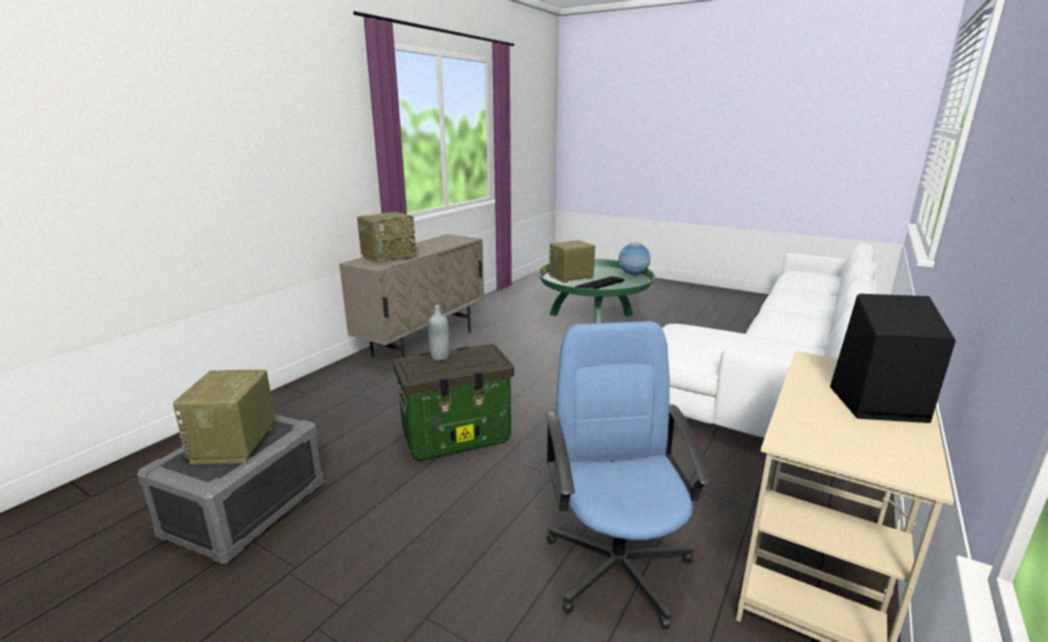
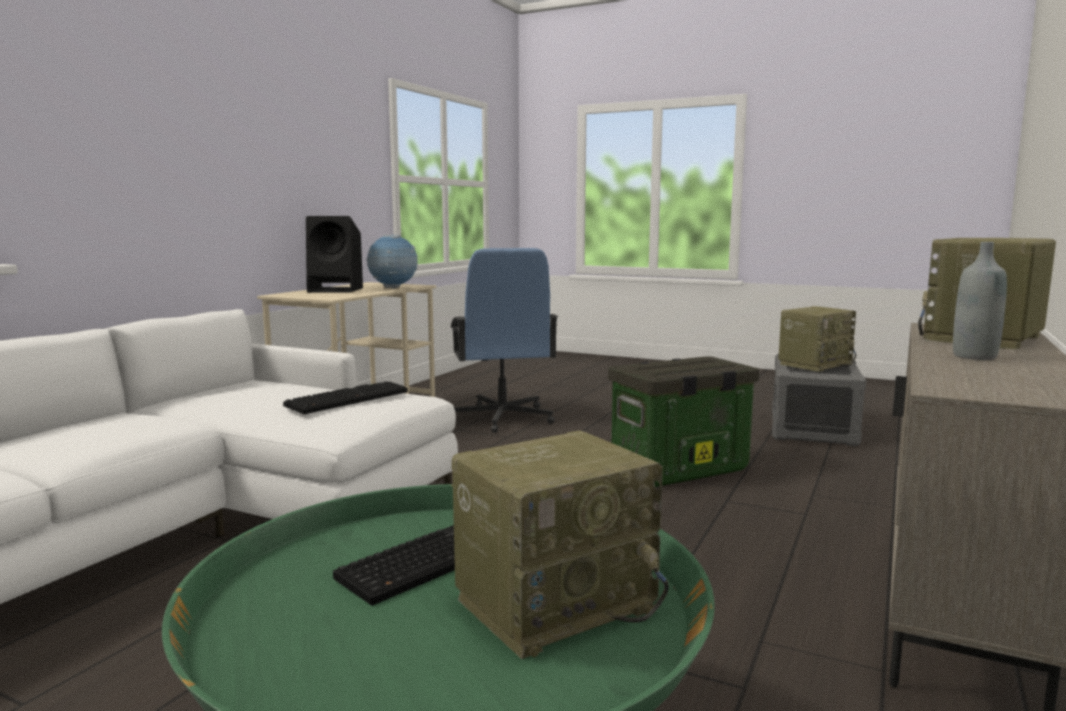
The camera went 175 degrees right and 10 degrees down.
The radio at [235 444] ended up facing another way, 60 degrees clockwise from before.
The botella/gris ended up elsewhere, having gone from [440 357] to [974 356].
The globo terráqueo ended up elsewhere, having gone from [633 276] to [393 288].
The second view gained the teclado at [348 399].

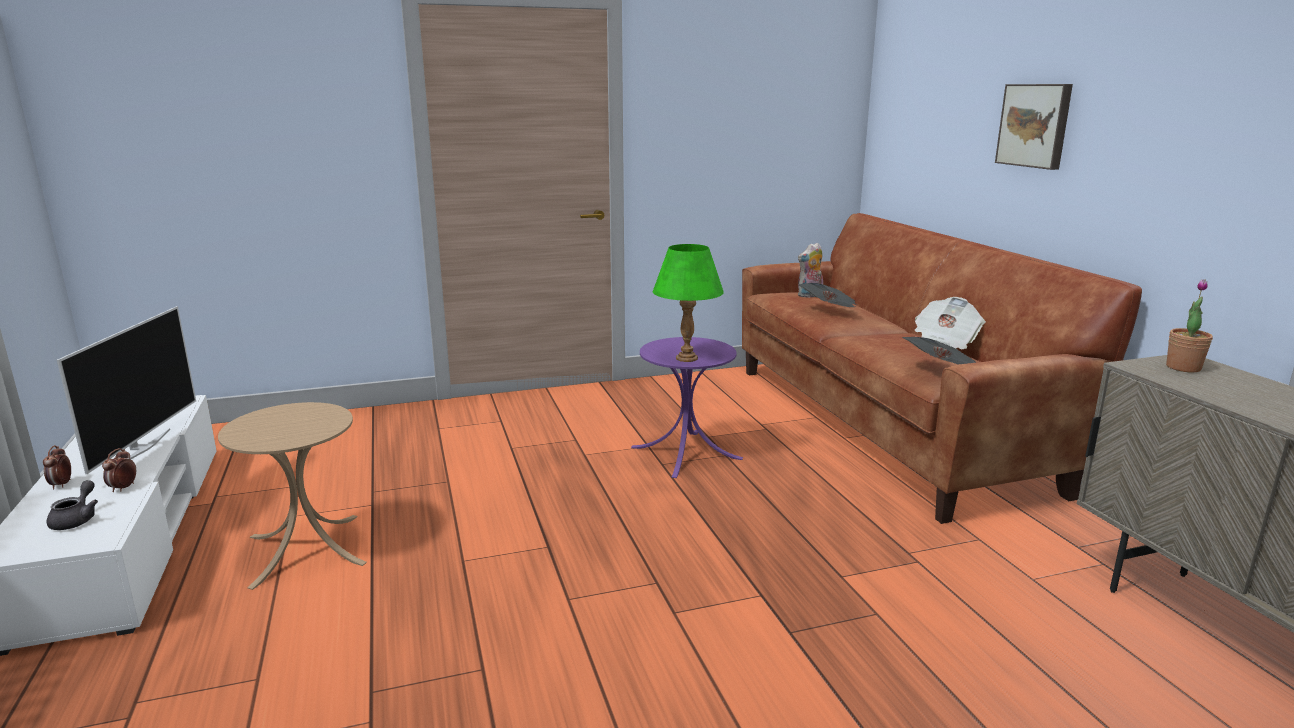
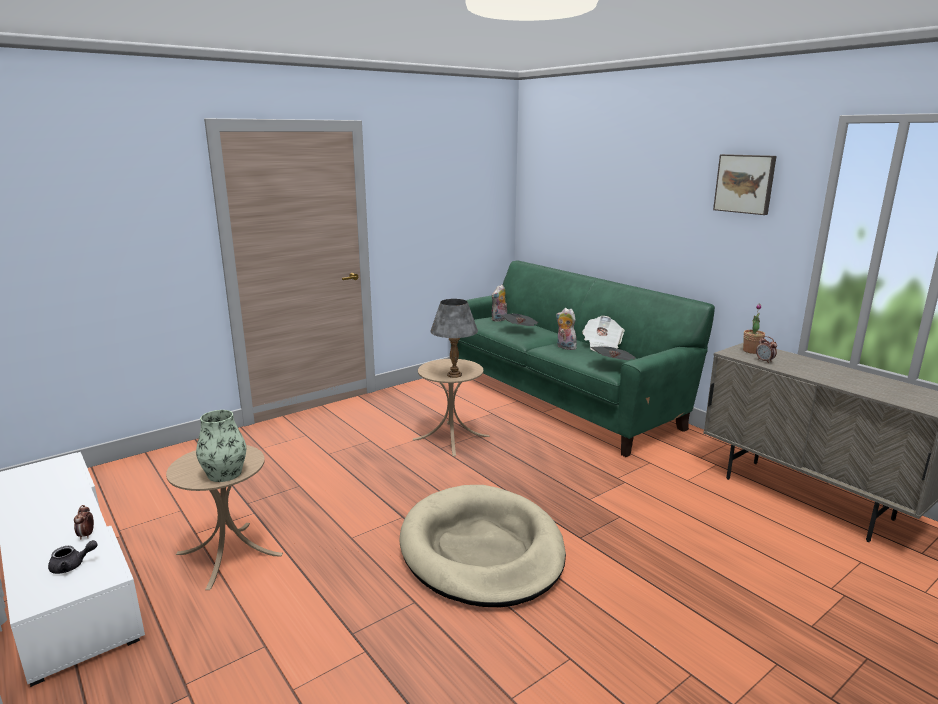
The camera went 20 degrees left and 0 degrees up.
The despertador ended up elsewhere, having gone from [61 485] to [764 361].
The tetera/gris at [77 519] ended up facing another way, 90 degrees clockwise from before.
The second view lost the televisor at [141 448].
What was the mesa auxiliar/morado at [686 453] turned into the mesa auxiliar/beis at [451 437].
What was the lámpara de mesa/verde at [687 358] turned into the lámpara de mesa/gris at [454 374].
What was the sofá/marrón at [882 424] turned into the sofá/verde at [560 399].
The cuadro ended up elsewhere, having gone from [1035 125] to [745 183].
The second view gained the florero at [224 473].
The second view gained the cama para perro/beis at [482 550].
The second view gained the peluche at [565 347].

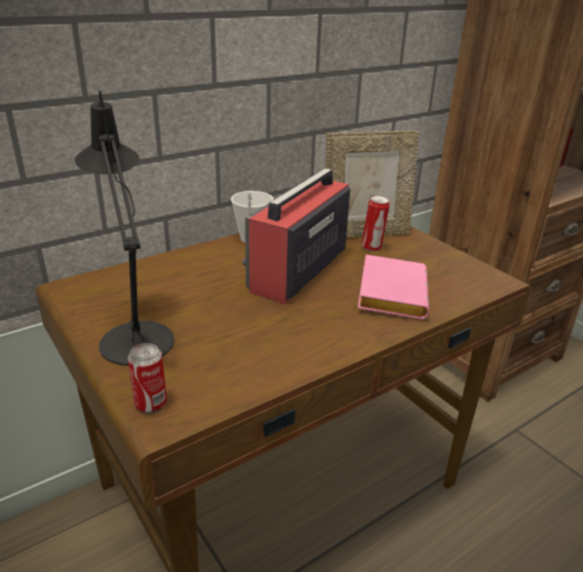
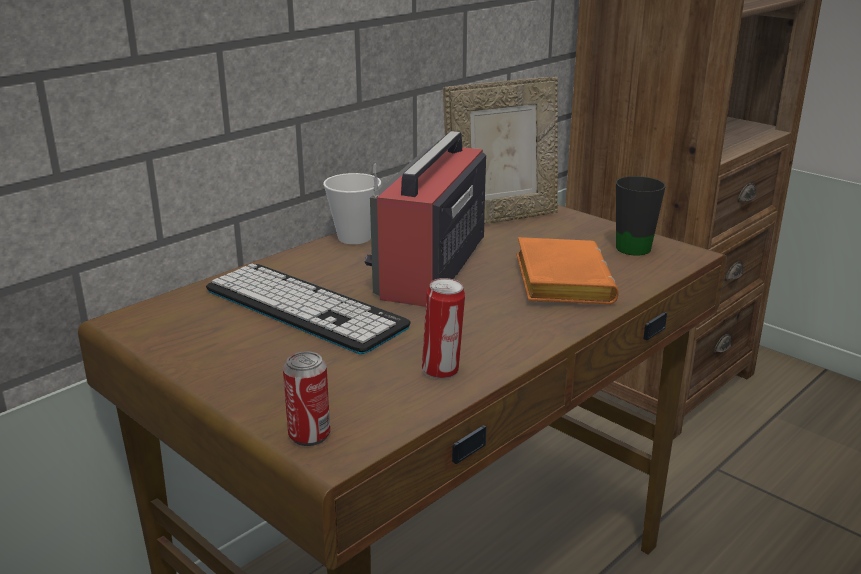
The camera went 10 degrees left and 5 degrees down.
The second view lost the lámpara de mesa/negro at [135 336].
What was the libro/rosa at [389 292] turned into the libro/naranja at [558 280].
The lata ended up elsewhere, having gone from [372 247] to [442 371].
The second view gained the teclado at [304 308].
The second view gained the taza grande/negro at [638 245].

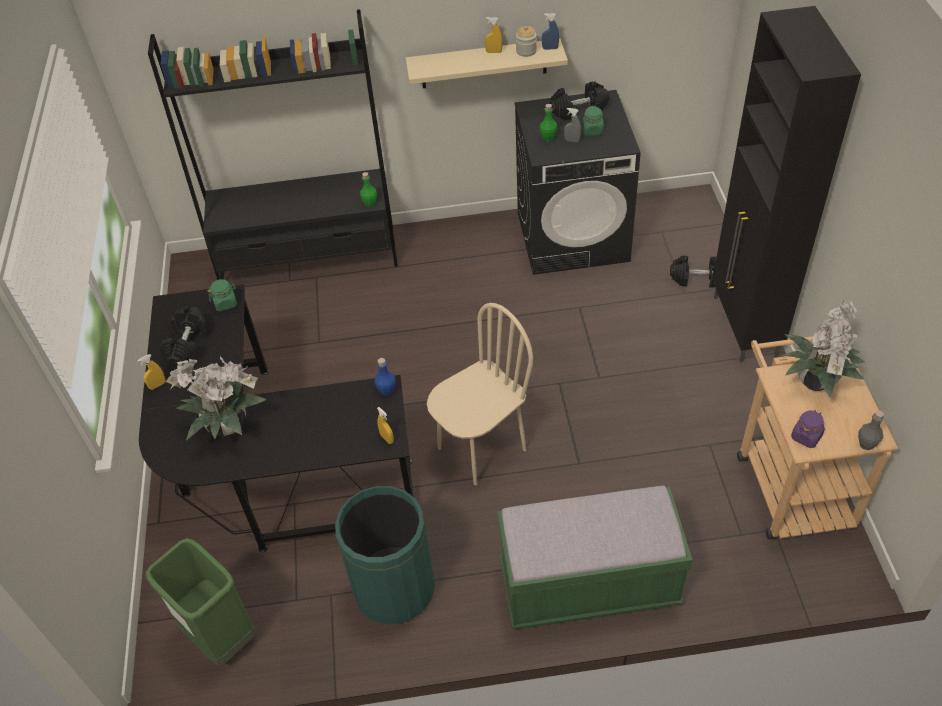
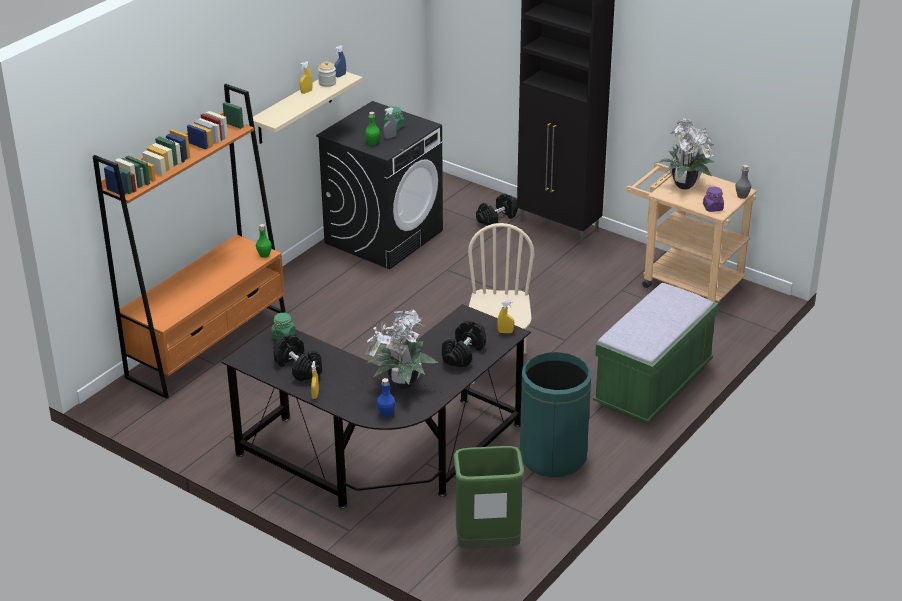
The camera went 50 degrees left and 15 degrees down.
What was the estantería/negro at [309 258] turned into the estantería/naranja at [208 345].
The botella/azul ended up elsewhere, having gone from [387 390] to [386 413].
The mancuerna/negro ended up elsewhere, having gone from [578 110] to [463 353].

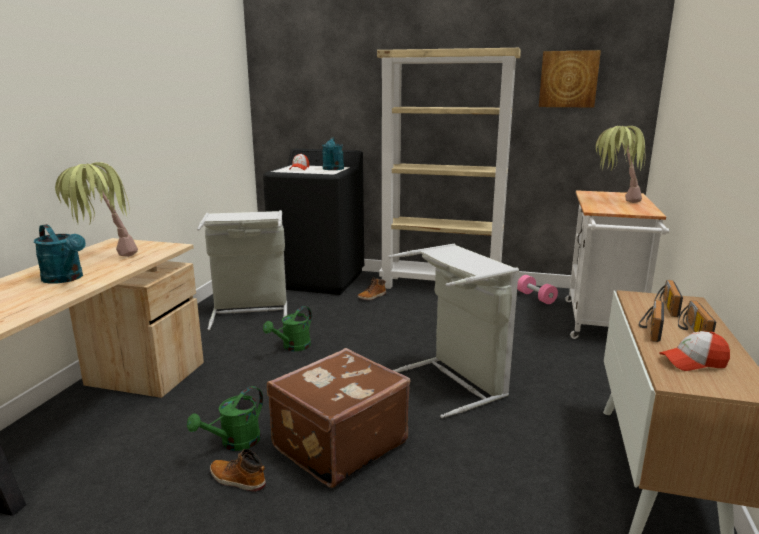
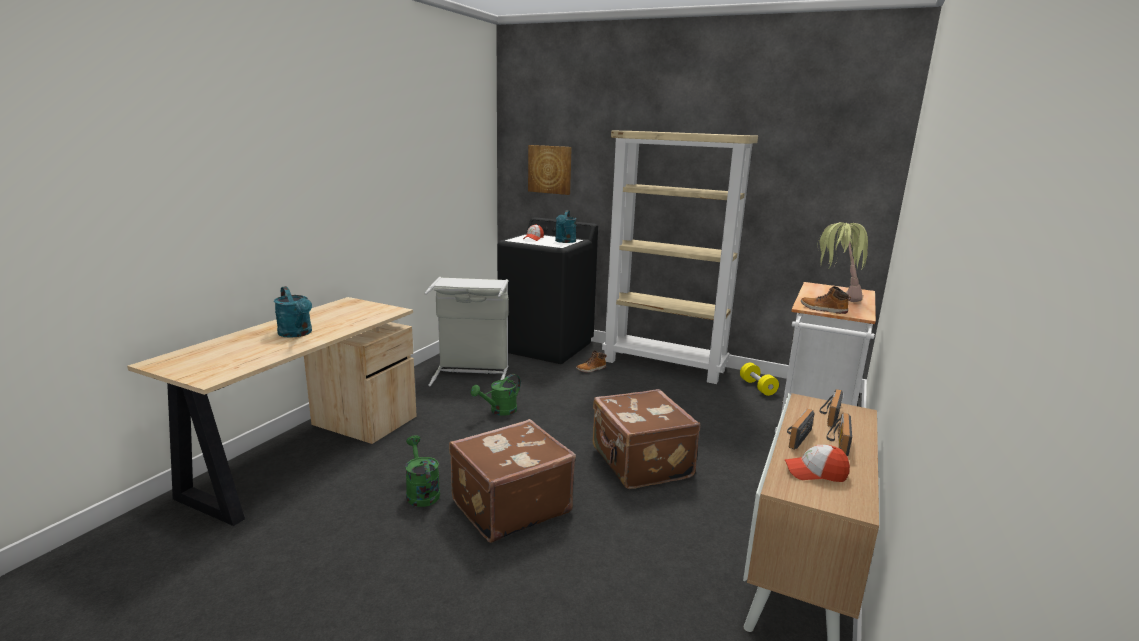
The camera went 10 degrees right and 0 degrees up.
The second view lost the planta en maceta at [103 258].
The regadera/verde at [234 443] ended up facing another way, 105 degrees clockwise from before.
The bota ended up elsewhere, having gone from [237 480] to [823 309].
Where the cesto de la ropa/gris stood at [456 382], the maleta/marrón came to stand at [639 463].
What was the mancuerna/rosa at [536 297] turned into the mancuerna/amarillo at [757 387].
The cuadro ended up elsewhere, having gone from [568 79] to [550 169].

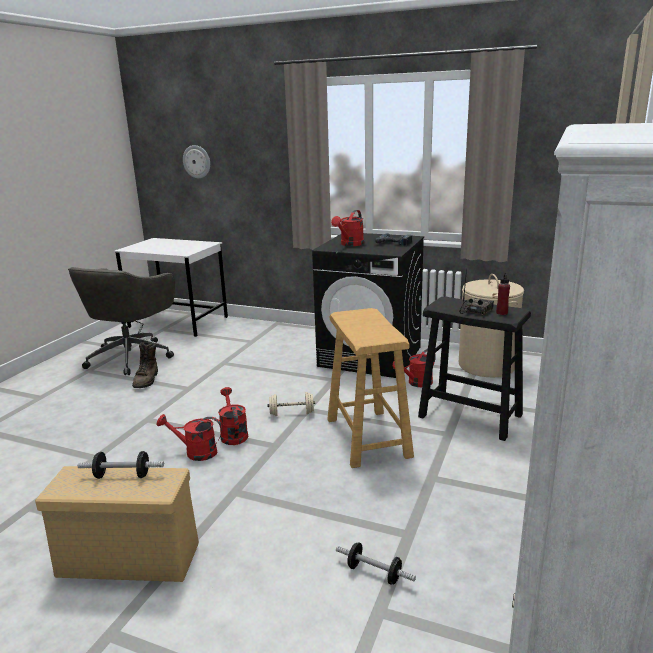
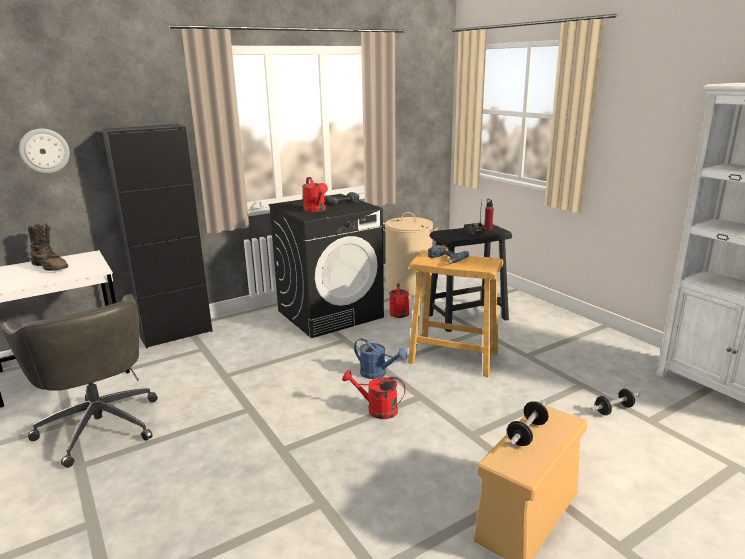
The camera went 55 degrees left and 0 degrees up.
The bota/marrón ended up elsewhere, having gone from [147 380] to [51 267].
The second view lost the regadera/rojo at [195 452].
Where the mancuerna/beis stood at [291 413], the regadera/azul came to stand at [377 374].
The second view gained the armario/negro at [176 334].
The second view gained the taladro at [445 259].

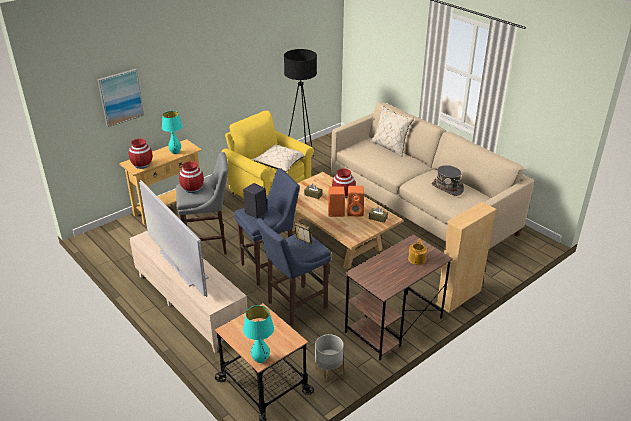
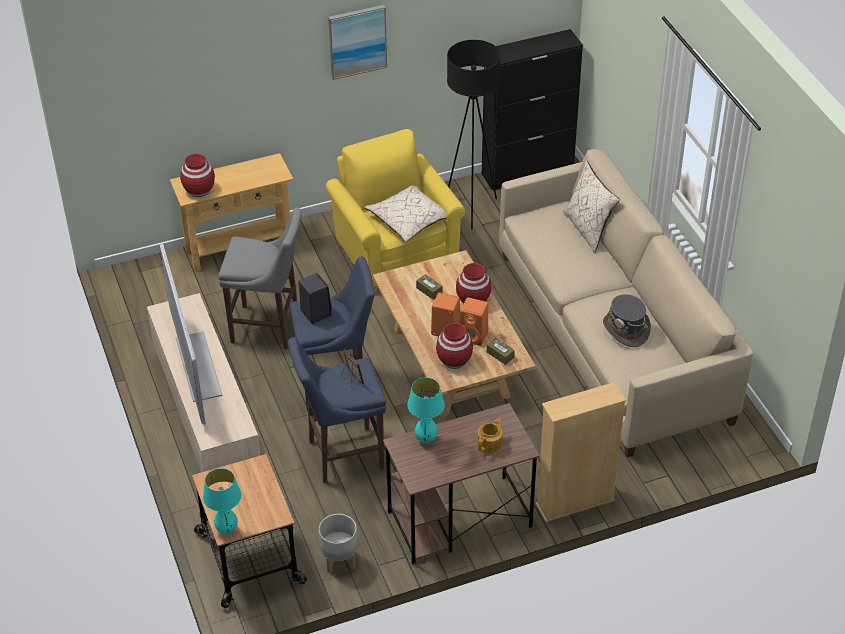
The camera went 20 degrees right and 10 degrees up.
The cuadro ended up elsewhere, having gone from [120 97] to [357 41].
The lámpara de mesa/turquesa ended up elsewhere, having gone from [175 152] to [426 440].
The florero/rojo ended up elsewhere, having gone from [192 189] to [454 360].
The second view gained the armario/negro at [528 172].

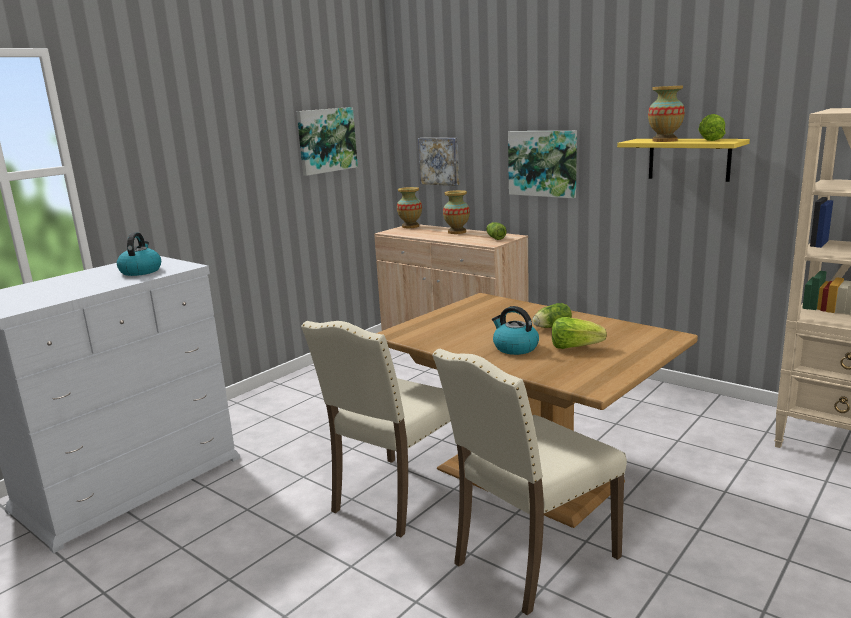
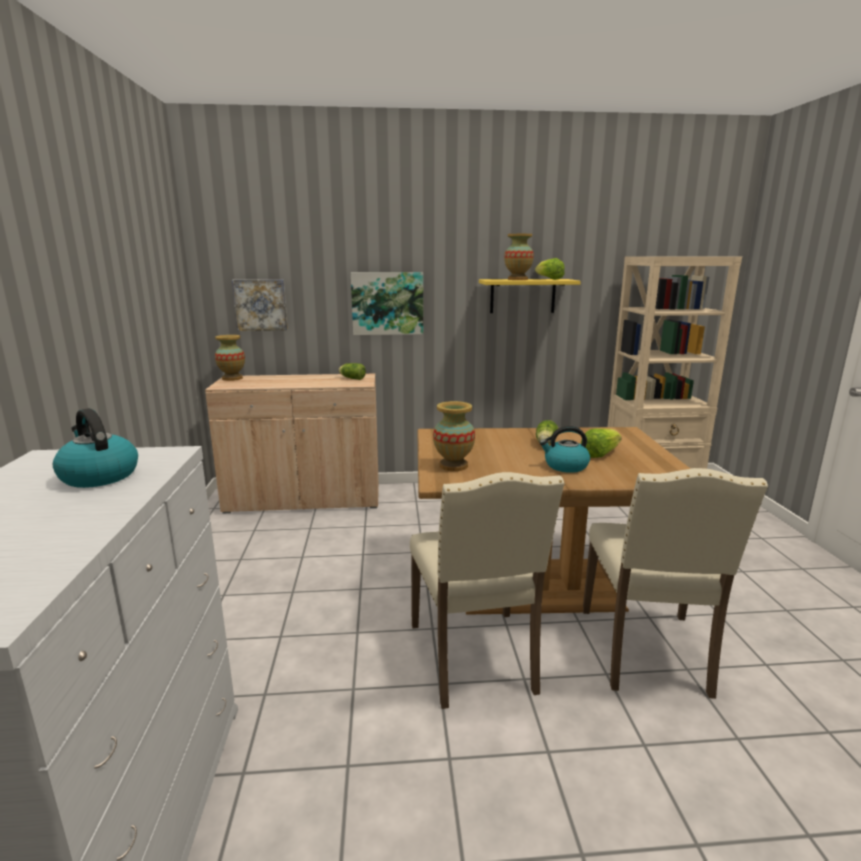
The camera went 45 degrees left and 0 degrees up.
The second view lost the cuadro at [326 140].
The florero ended up elsewhere, having gone from [457 232] to [453 466].

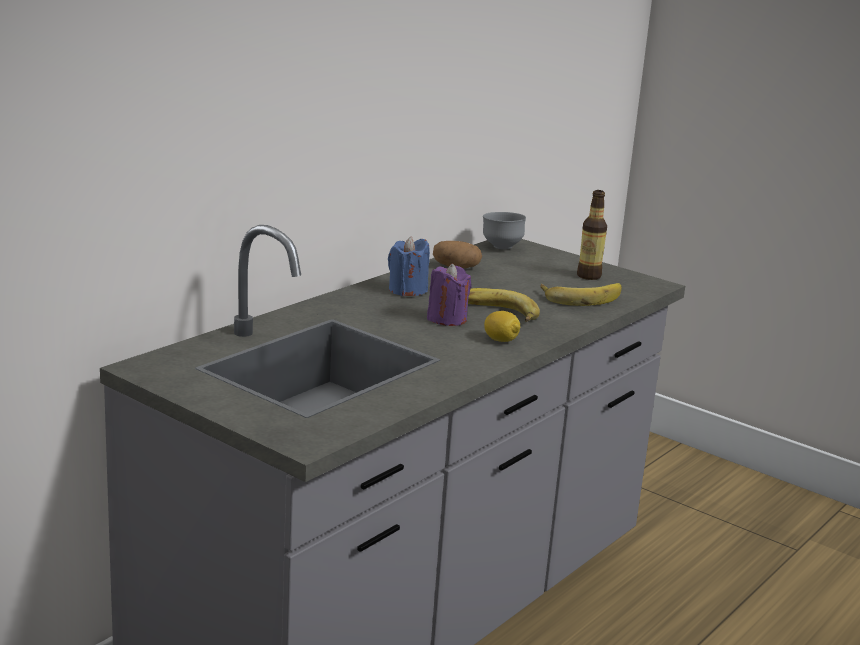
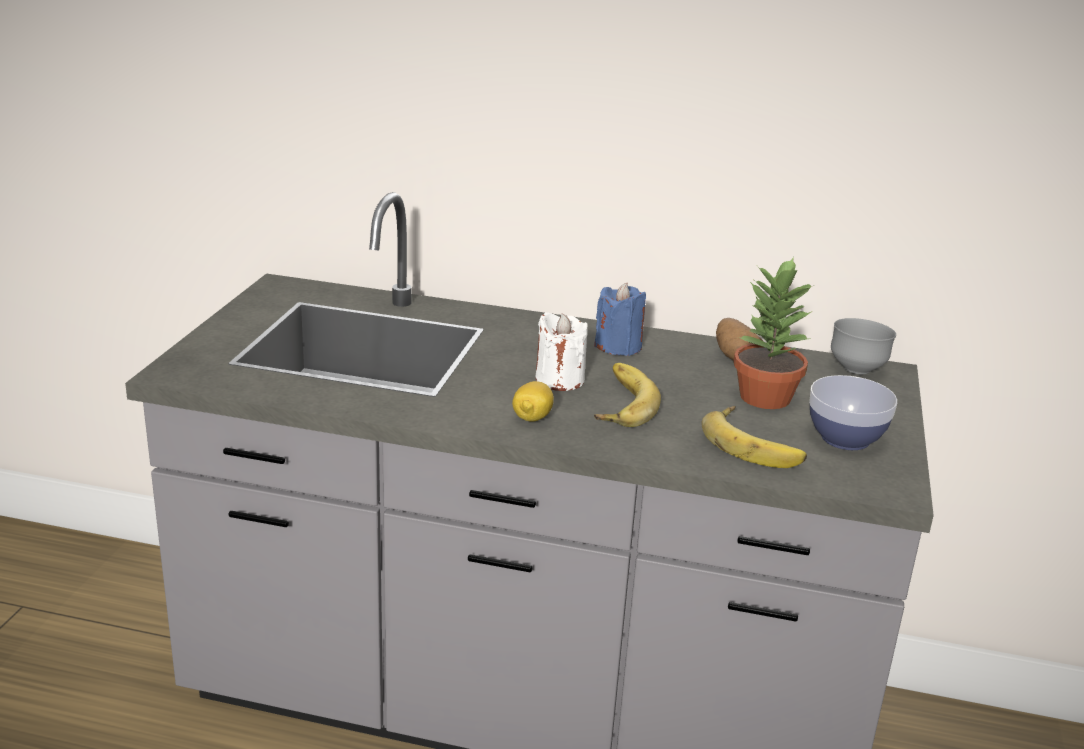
The camera went 65 degrees right and 5 degrees up.
What was the vela/morado at [447 319] turned into the vela/blanco at [559 380].
Where the botella stood at [589 276], the cuenco came to stand at [845 438].
The second view gained the planta en maceta at [764 397].

